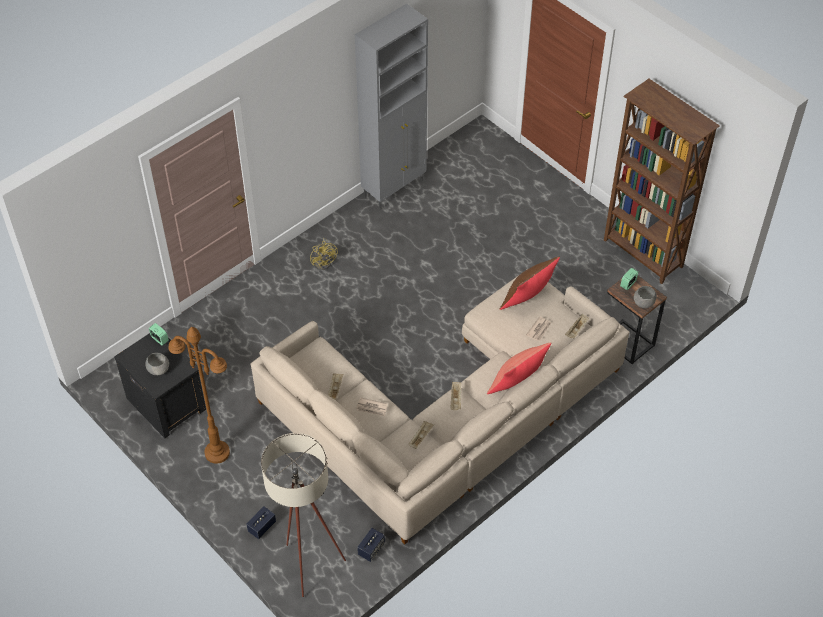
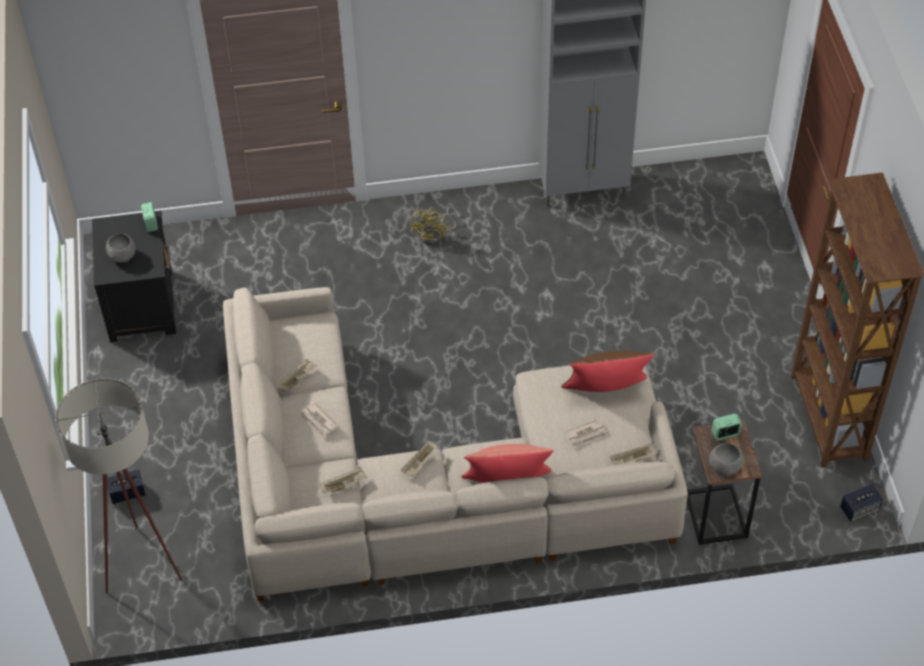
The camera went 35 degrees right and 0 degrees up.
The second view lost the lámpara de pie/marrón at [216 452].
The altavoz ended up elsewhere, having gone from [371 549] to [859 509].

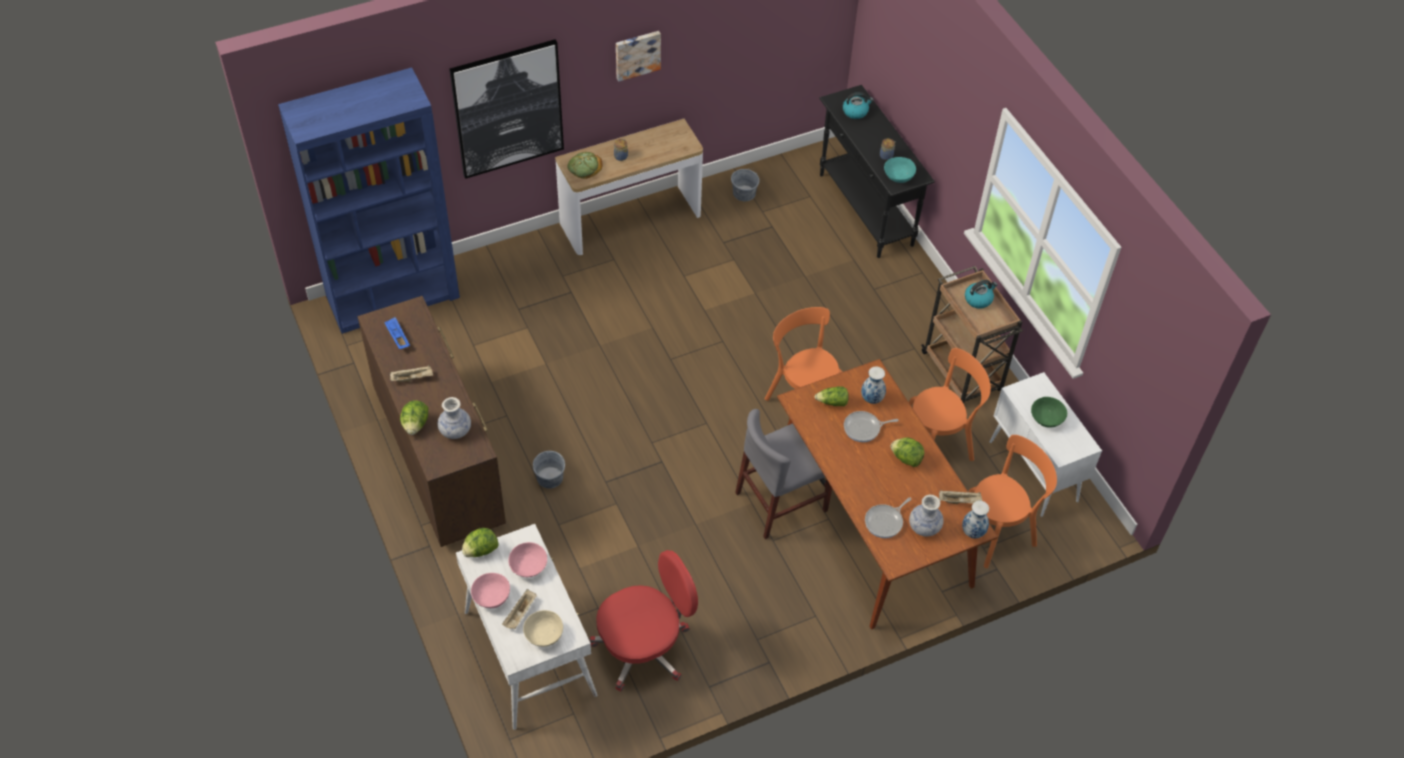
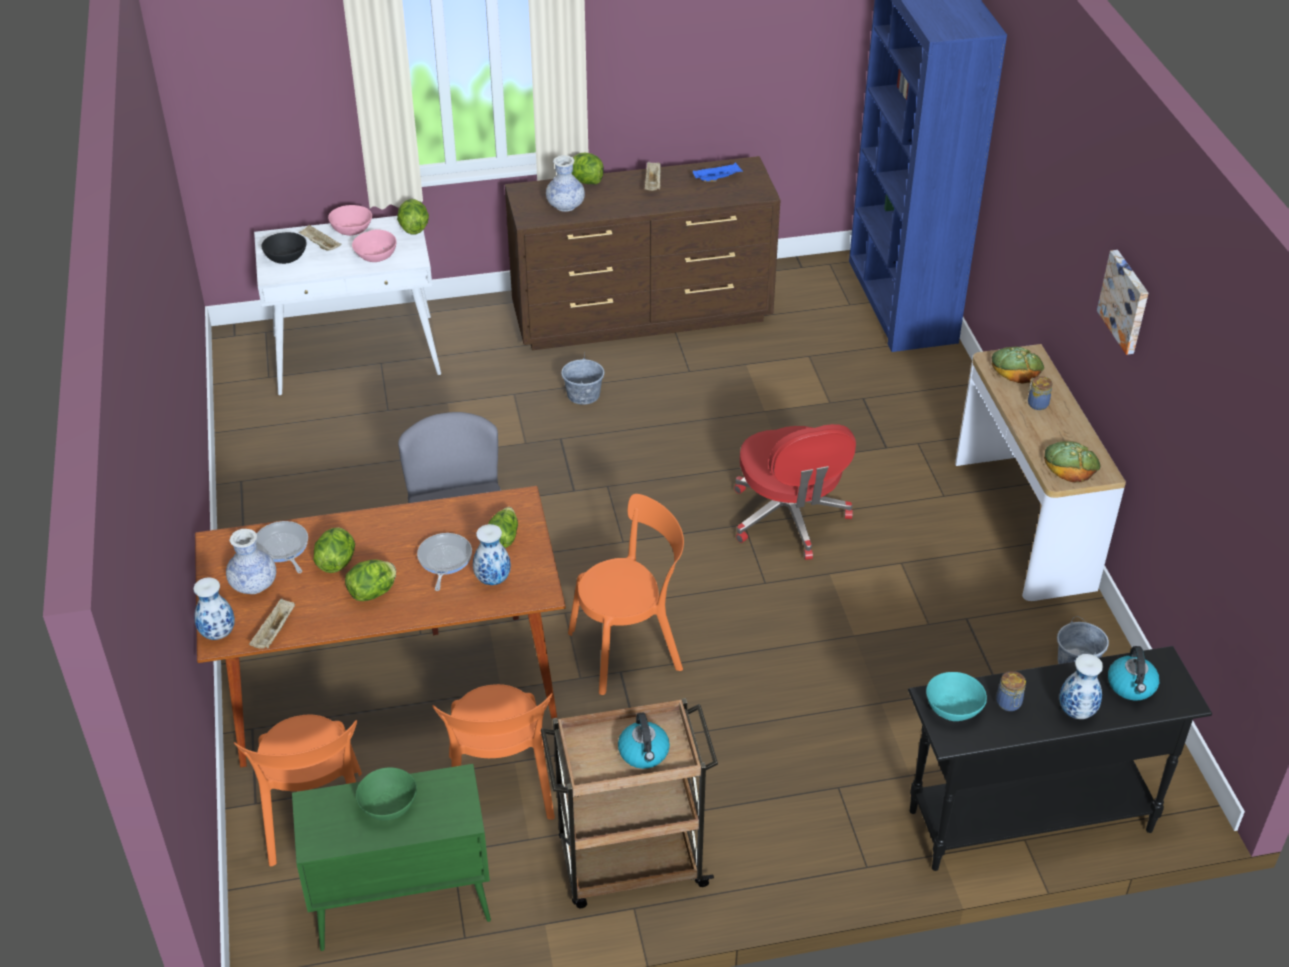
The camera went 105 degrees right and 10 degrees down.
The second view lost the cuadro at [508 109].
What was the cuenco/beis at [544 635] turned into the cuenco/negro at [286 257].
The silla de oficina/rojo ended up elsewhere, having gone from [644 648] to [789 518].
What was the armario/blanco at [1034 472] turned into the armario/verde at [400 905].
The second view gained the lechuga at [337 561].
The second view gained the pan at [1071 464].
The second view gained the florero at [1075 711].

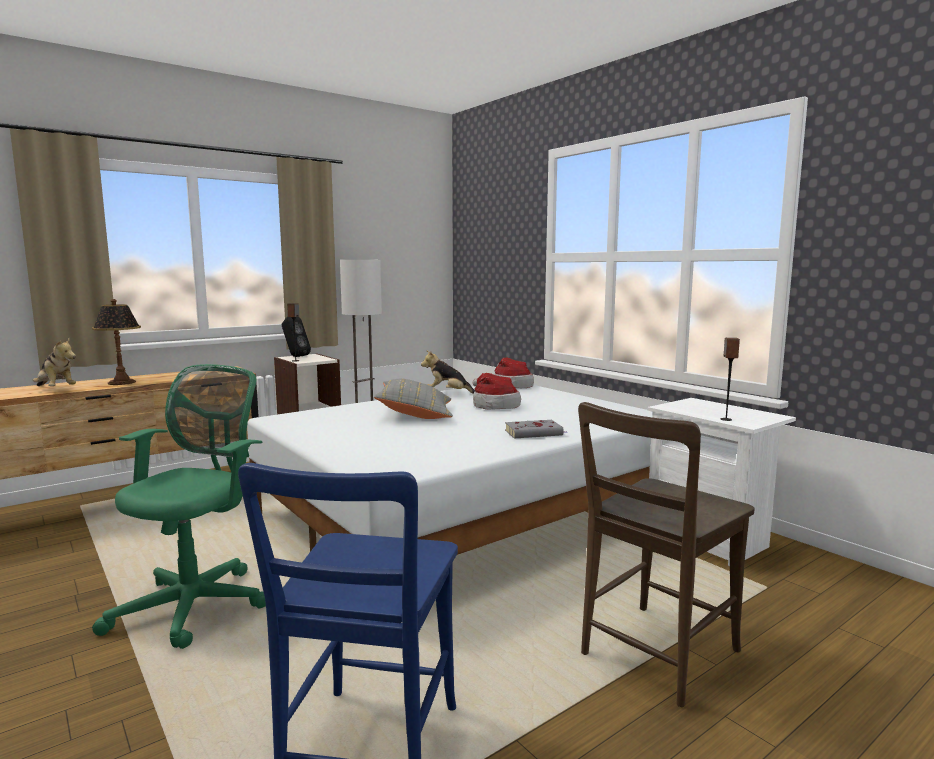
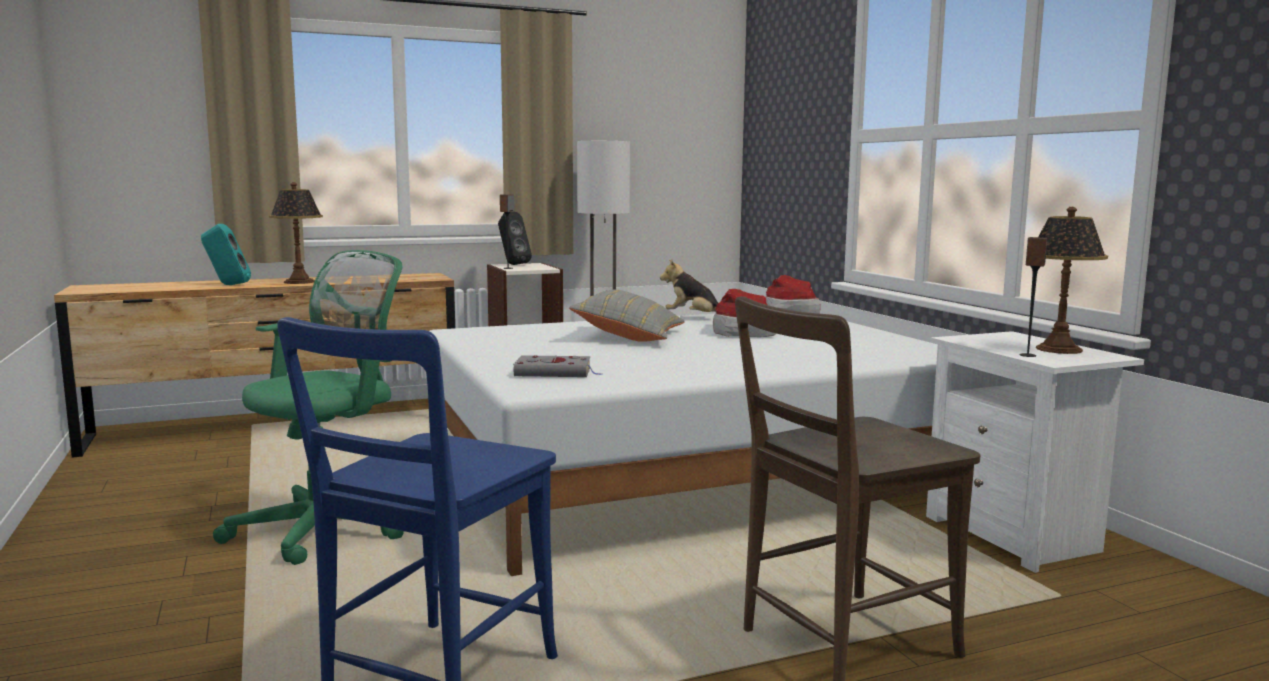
The camera went 15 degrees right and 0 degrees up.
Where the peluche stood at [56 389], the altavoz/turquesa came to stand at [227 285].
The libro/gris ended up elsewhere, having gone from [535 433] to [555 372].
The second view gained the lámpara de mesa at [1058 349].

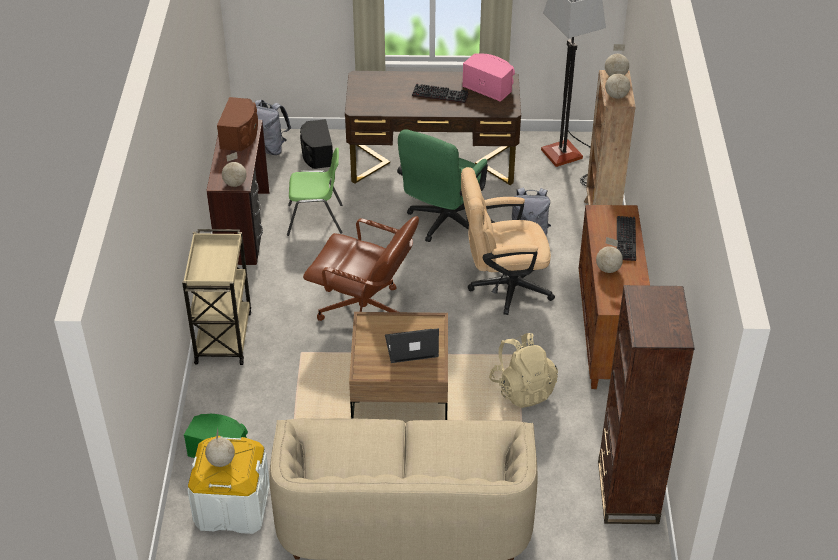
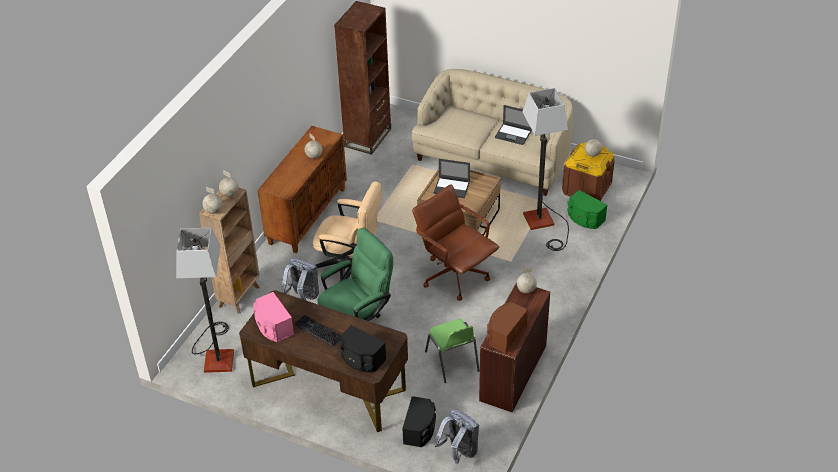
The camera went 155 degrees left and 0 degrees up.
The second view lost the carrito/beis at [223 336].
What was the caja de almacenaje/blanco at [232 506] turned into the caja de almacenaje/marrón at [586 188].
The silla/verde at [316 220] ended up facing another way, 135 degrees counterclockwise from before.
The second view lost the mochila/beis at [522 389].
The second view lost the teclado at [627 240].
The second view gained the altavoz/negro at [361 359].
The second view gained the portátil at [513 134].
The second view gained the lámpara de pie at [544 225].

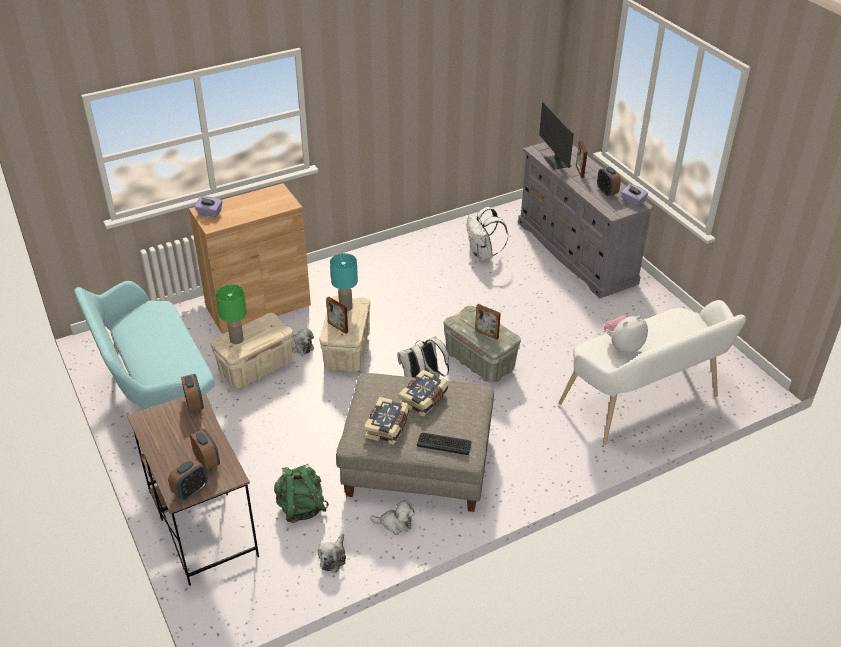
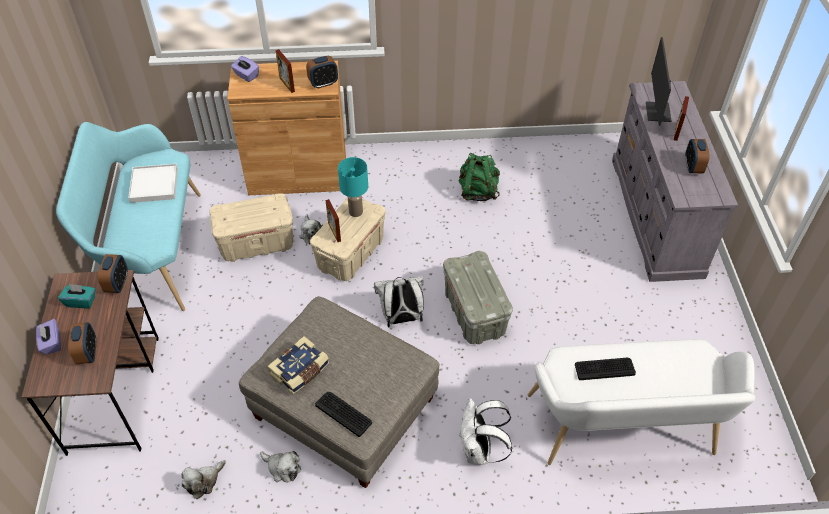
The camera went 25 degrees right and 10 degrees up.
The despertador ended up elsewhere, having gone from [190 490] to [323 83].
The second view lost the lámpara de mesa/verde at [236 339].
The mochila/verde ended up elsewhere, having gone from [301 507] to [477 191].
The second view lost the libro at [424 399].
The mochila/blanco ended up elsewhere, having gone from [483 255] to [479 450].
The portarretratos ended up elsewhere, having gone from [486 334] to [287 85].
Where the peluche stood at [623 346], the teclado came to stand at [604 369].
The caja de pañuelos/morado ended up elsewhere, having gone from [633 201] to [51 343].
The second view gained the caja de pañuelos/turquesa at [81 301].
The second view gained the bandeja/blanco at [154 185].

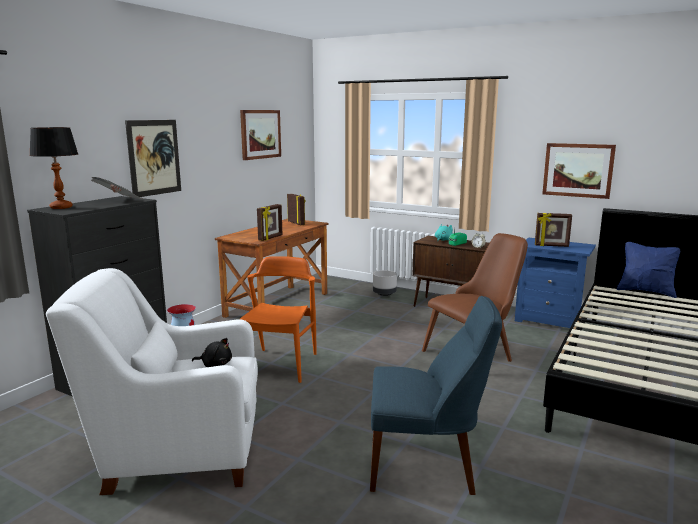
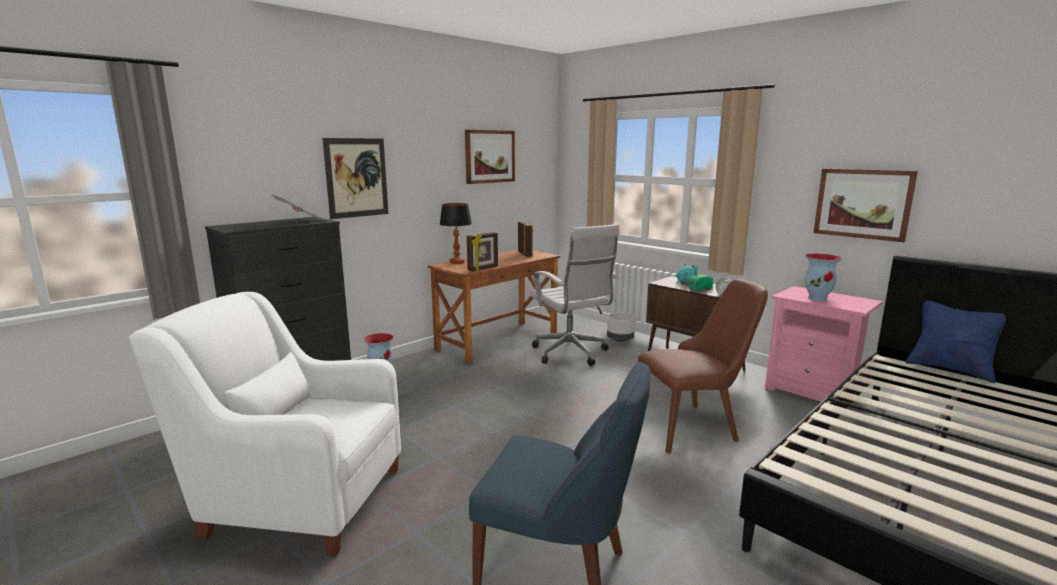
The camera went 15 degrees right and 0 degrees up.
The lámpara de mesa ended up elsewhere, having gone from [61 207] to [457 262].
The second view lost the peluche/negro at [215 365].
The second view lost the silla/naranja at [280 365].
What was the mesita de noche/azul at [550 320] turned into the mesita de noche/rosa at [813 392].
Where the portarretratos stood at [551 246], the florero came to stand at [817 299].
The second view gained the silla de oficina/blanco at [571 354].

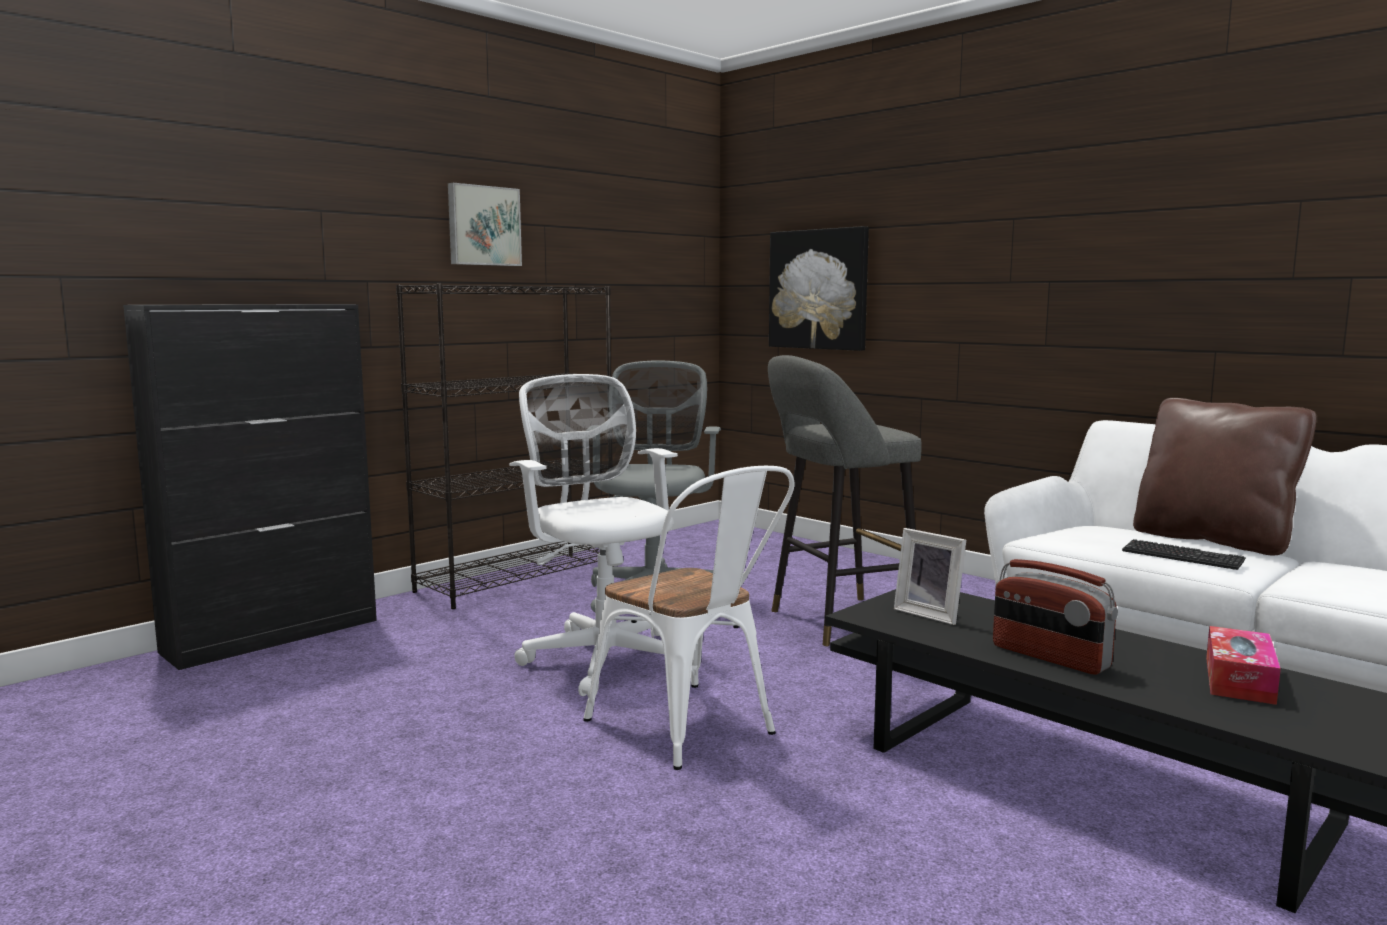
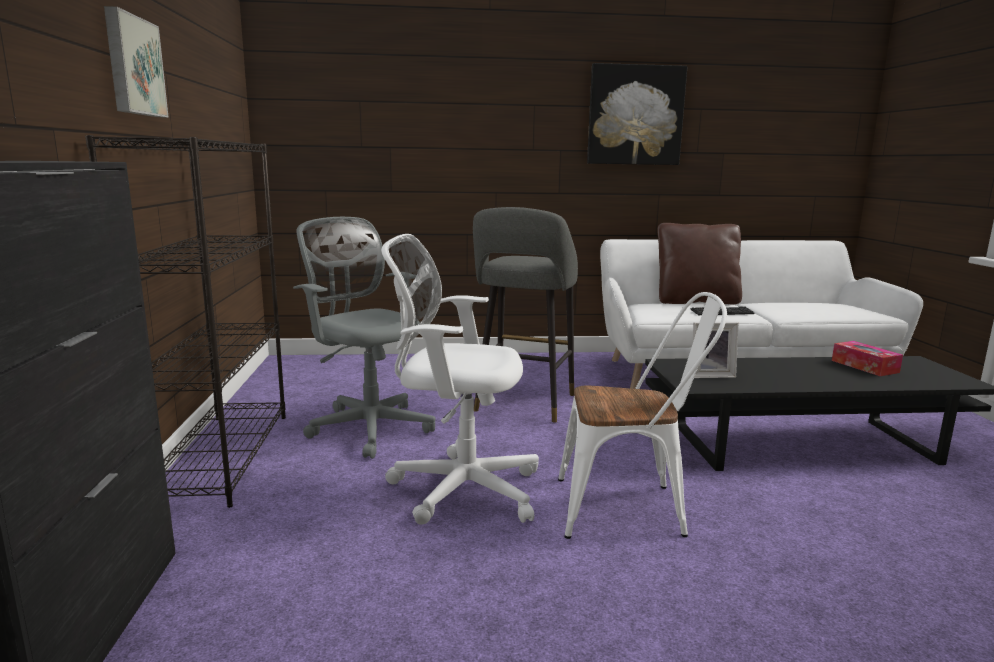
The camera went 50 degrees left and 5 degrees up.
The cuadro ended up elsewhere, having gone from [819 289] to [635 115].
The second view lost the radio at [1049 657].

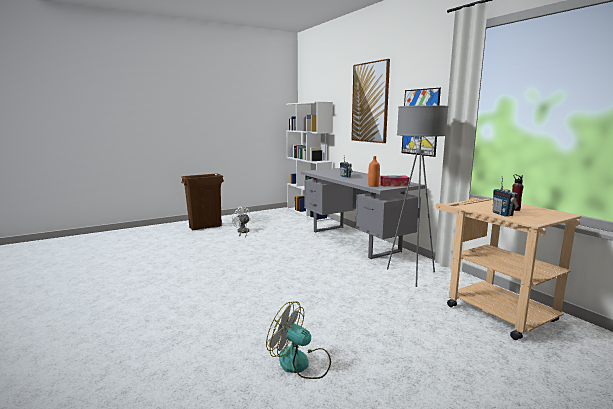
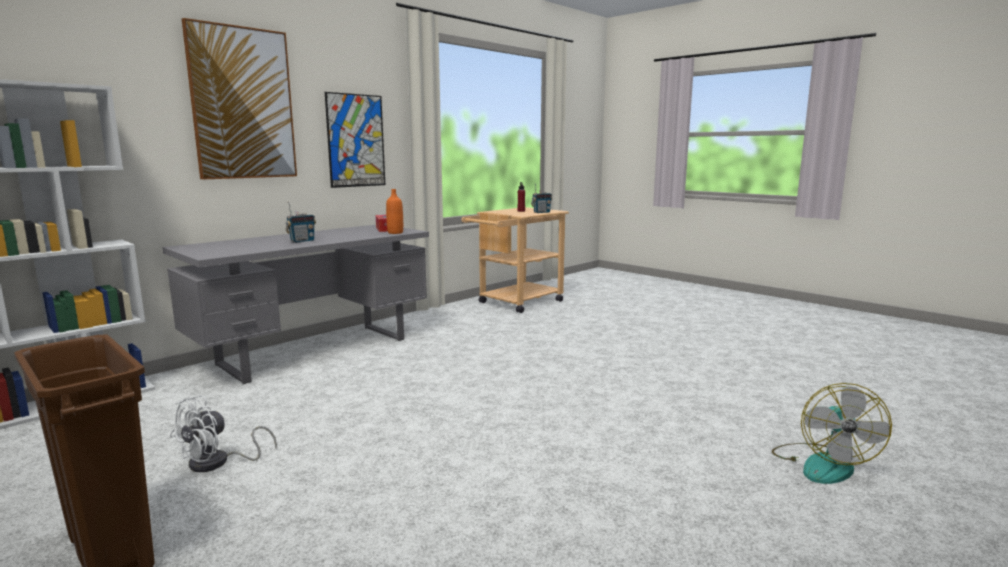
The camera went 105 degrees left and 0 degrees up.
The ventilador ended up elsewhere, having gone from [301 363] to [822 463].
The second view lost the lámpara de pie/gris at [412 275].

